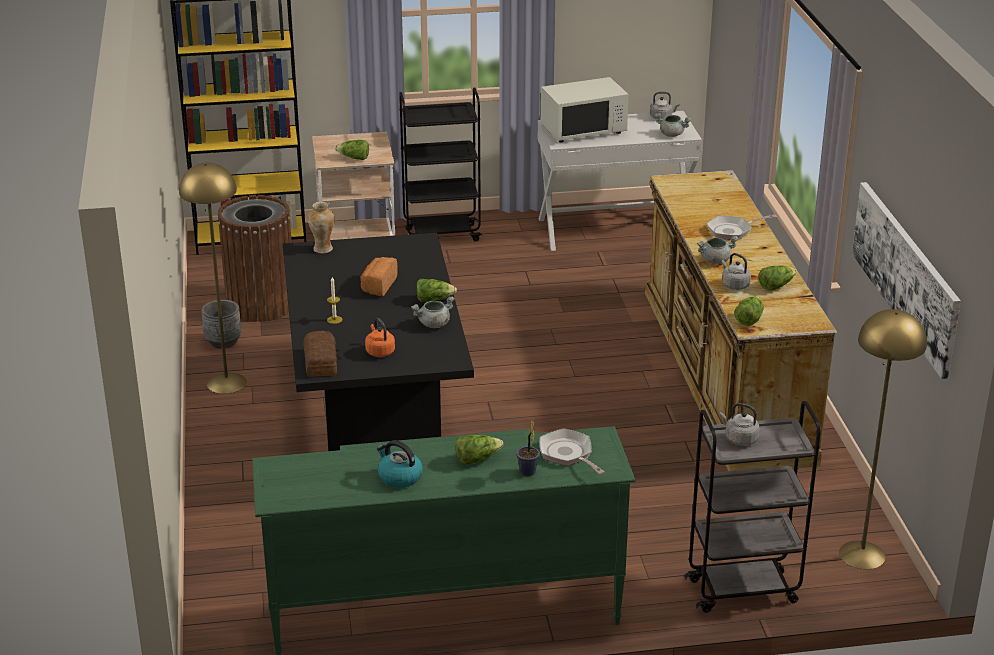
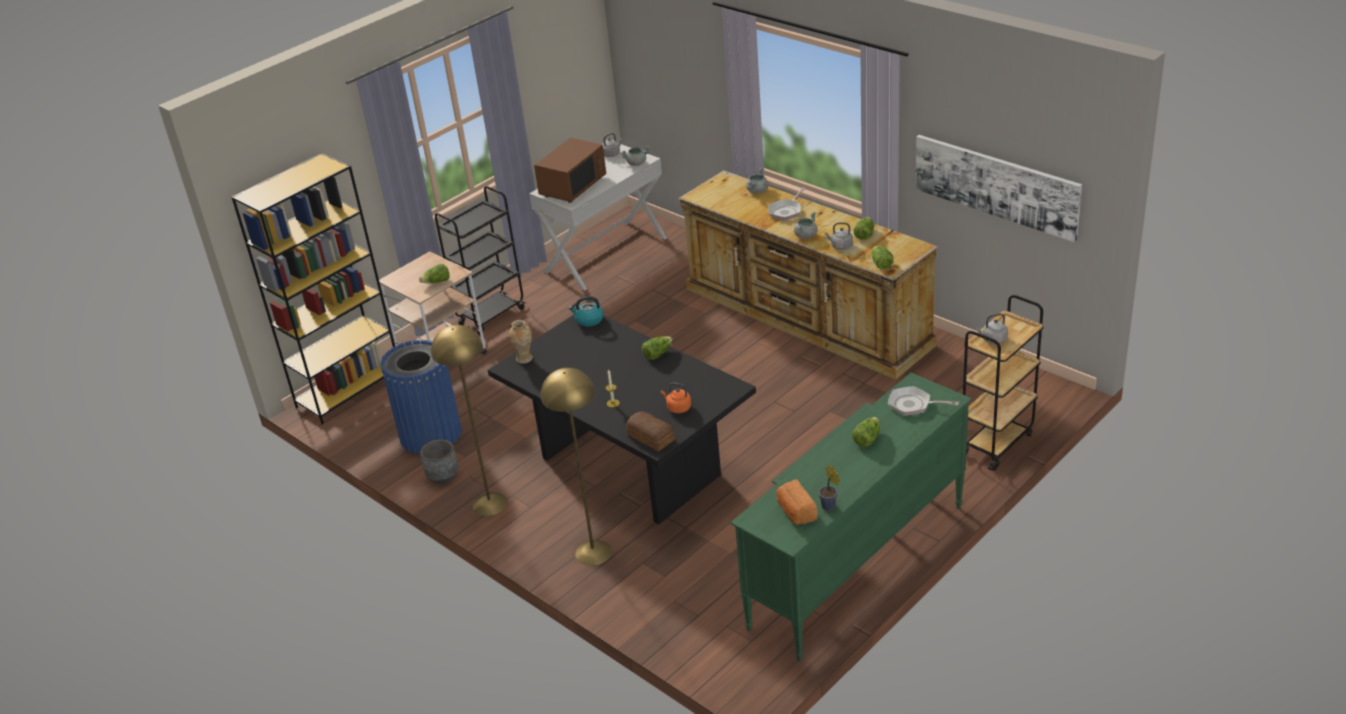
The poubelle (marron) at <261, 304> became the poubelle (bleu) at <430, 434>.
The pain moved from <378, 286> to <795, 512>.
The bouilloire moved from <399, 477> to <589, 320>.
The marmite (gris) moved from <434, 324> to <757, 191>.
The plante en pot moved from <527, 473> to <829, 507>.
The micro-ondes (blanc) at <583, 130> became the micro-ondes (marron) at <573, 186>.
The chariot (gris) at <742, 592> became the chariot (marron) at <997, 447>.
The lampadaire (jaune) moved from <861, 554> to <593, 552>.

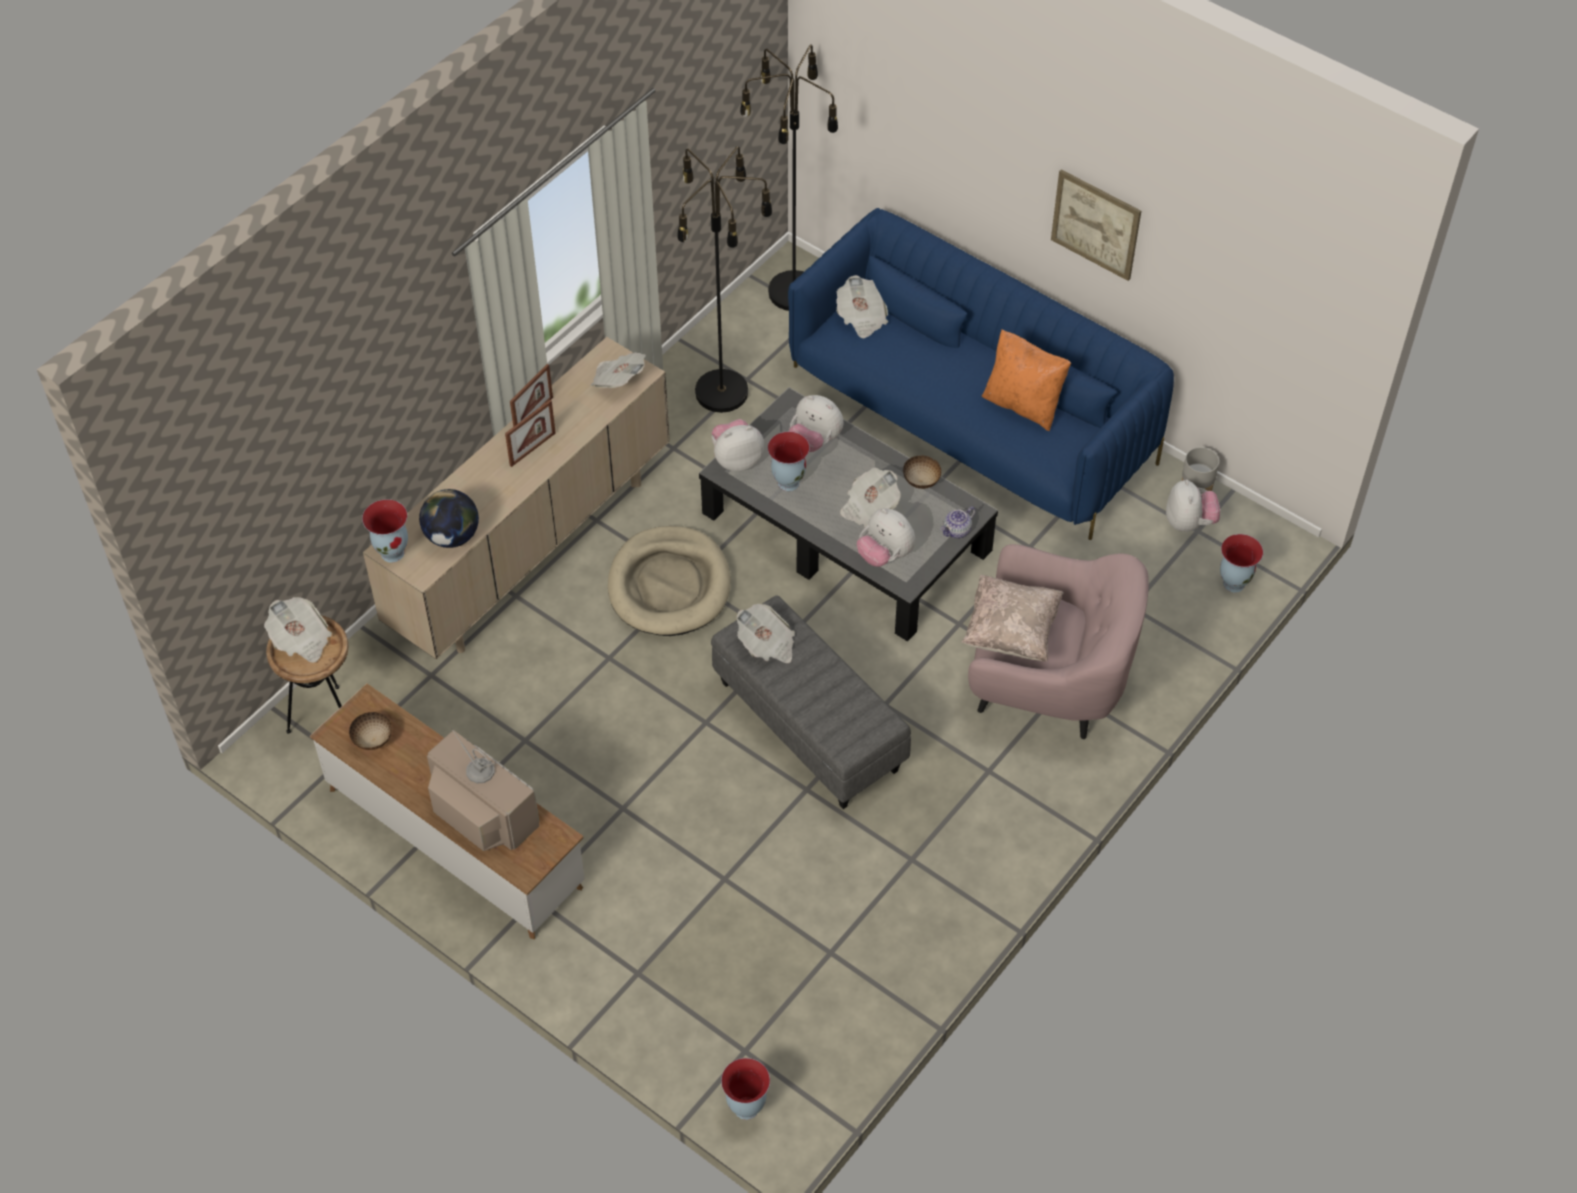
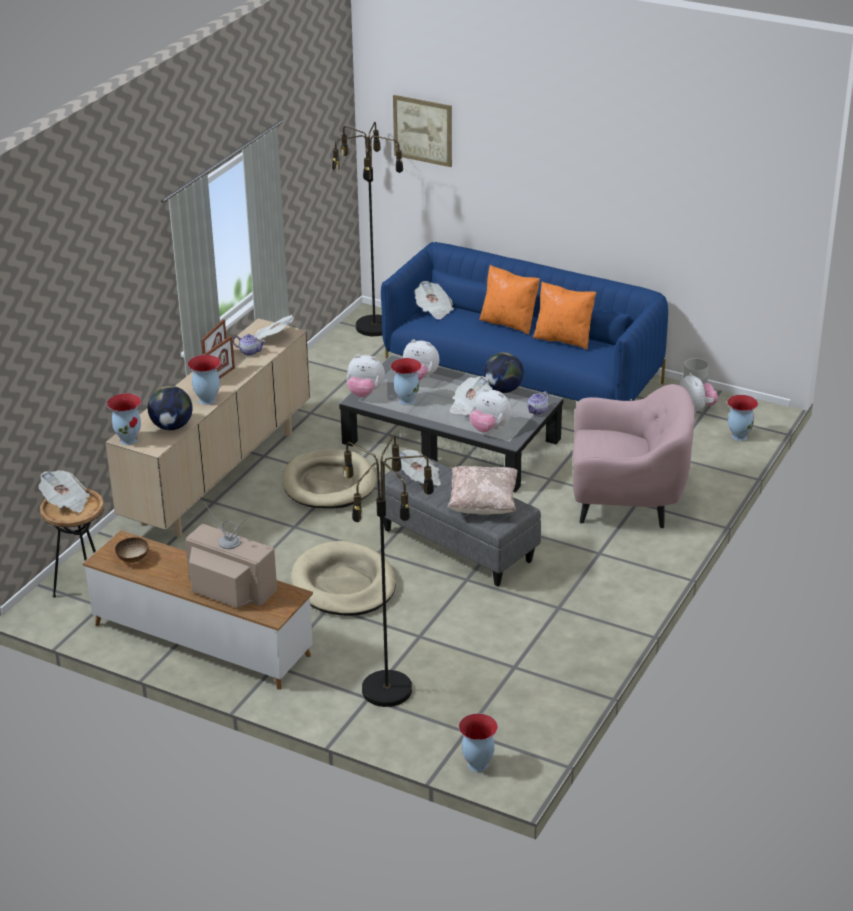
The lampadaire moved from <723, 393> to <388, 690>.
The peluche at <736, 459> turned 135 degrees counterclockwise.
The bol at <921, 482> was replaced by the globe at <503, 390>.
The coussin (beige) moved from <1011, 632> to <483, 505>.
The tableau moved from <1096, 224> to <423, 130>.
The vase at <206, 400> appeared.
The théière at <250, 352> appeared.
The panier pour chien (beige) at <344, 584> appeared.
The coussin (orange) at <509, 323> appeared.

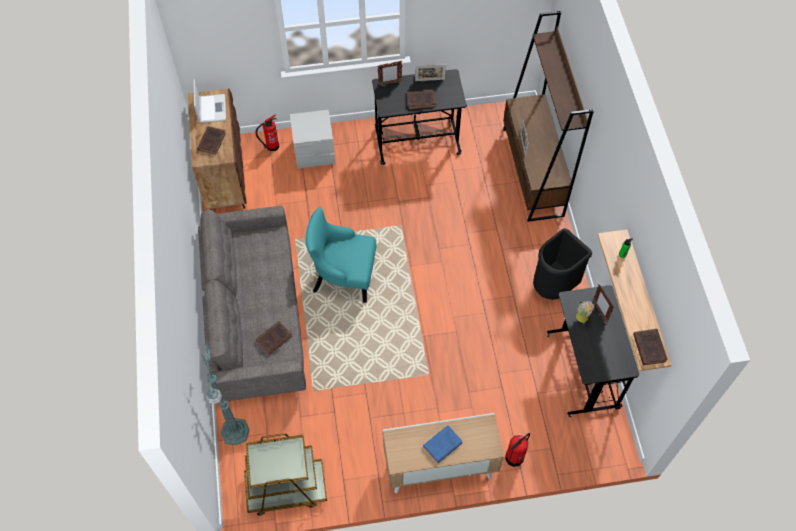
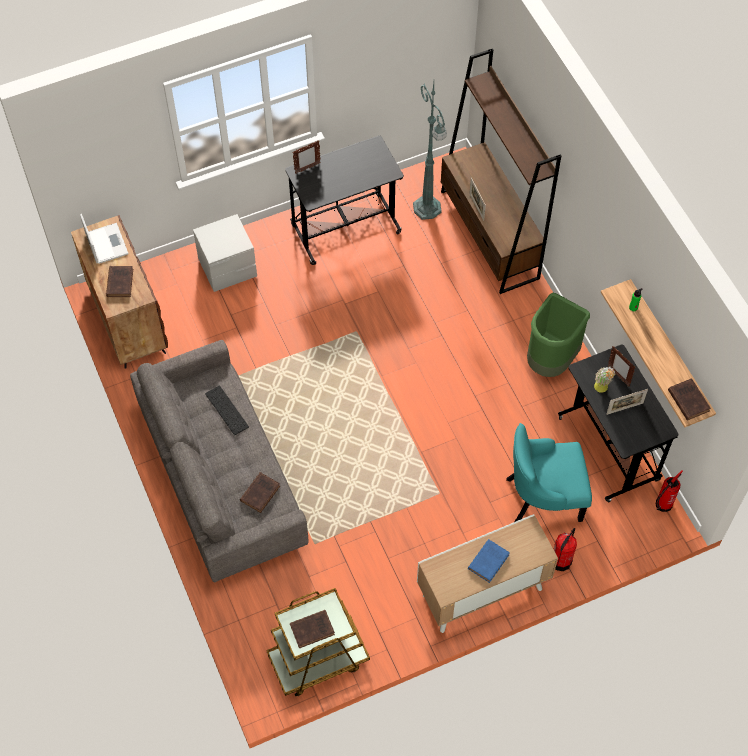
The lampadaire (vert) moved from <235, 433> to <427, 209>.
The extincteur moved from <271, 146> to <662, 505>.
The chaise (turquoise) moved from <344, 277> to <545, 497>.
The livre (marron) moved from <422, 101> to <313, 629>.
The cadre photo moved from <430, 80> to <624, 408>.
The poubelle (noir) at <554, 286> became the poubelle (vert) at <550, 361>.
The clavier at <225, 410> appeared.

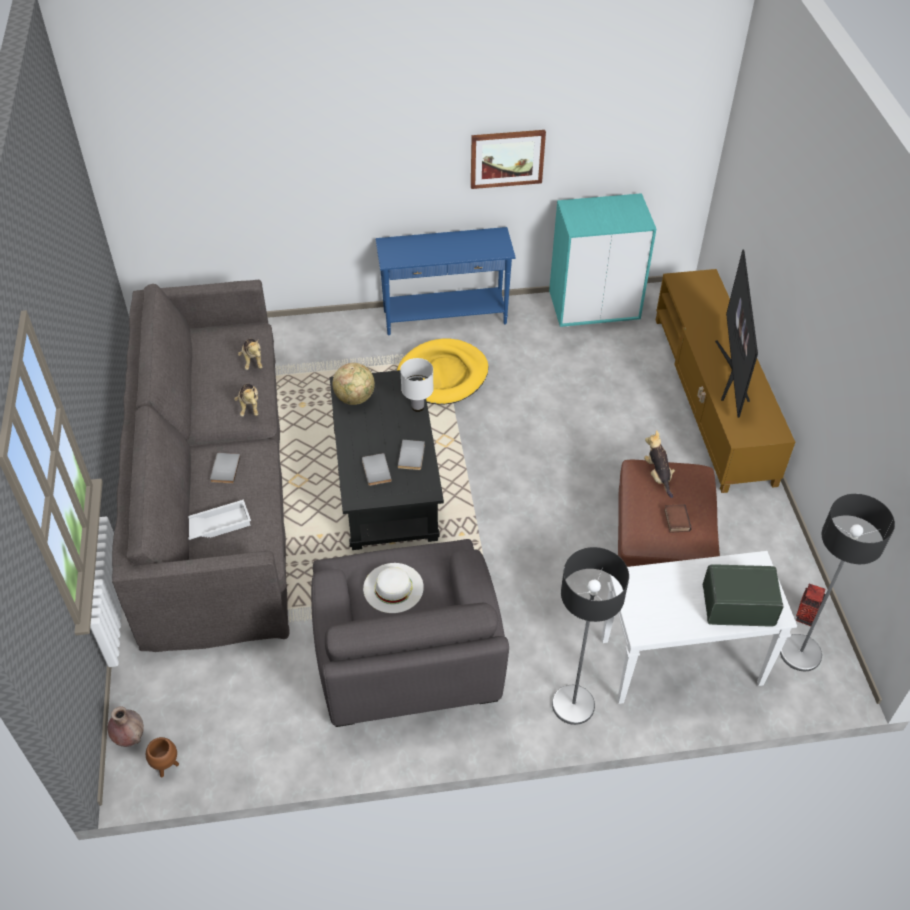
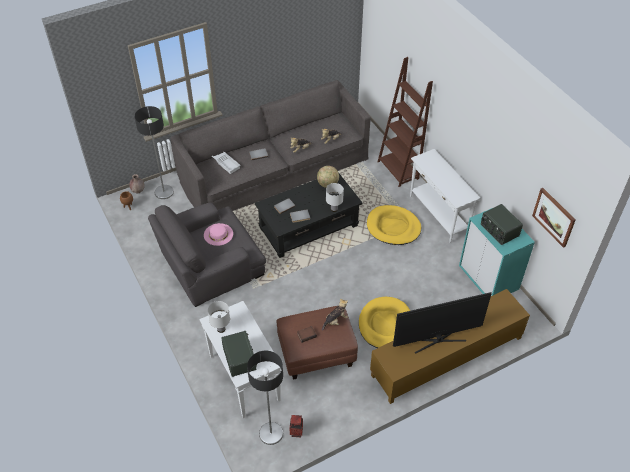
The chapeau (blanc) at <393, 587> became the chapeau (rose) at <218, 234>.
The table console (bleu) at <445, 317> became the table console (blanc) at <439, 215>.
The tableau moved from <507, 158> to <554, 217>.
The lampadaire moved from <572, 704> to <164, 192>.
The lampe de table (blanc) at <221, 329> appeared.
The panier pour chien (jaune) at <385, 325> appeared.
The bibliothèque (marron) at <398, 170> appeared.
The radio at <499, 231> appeared.

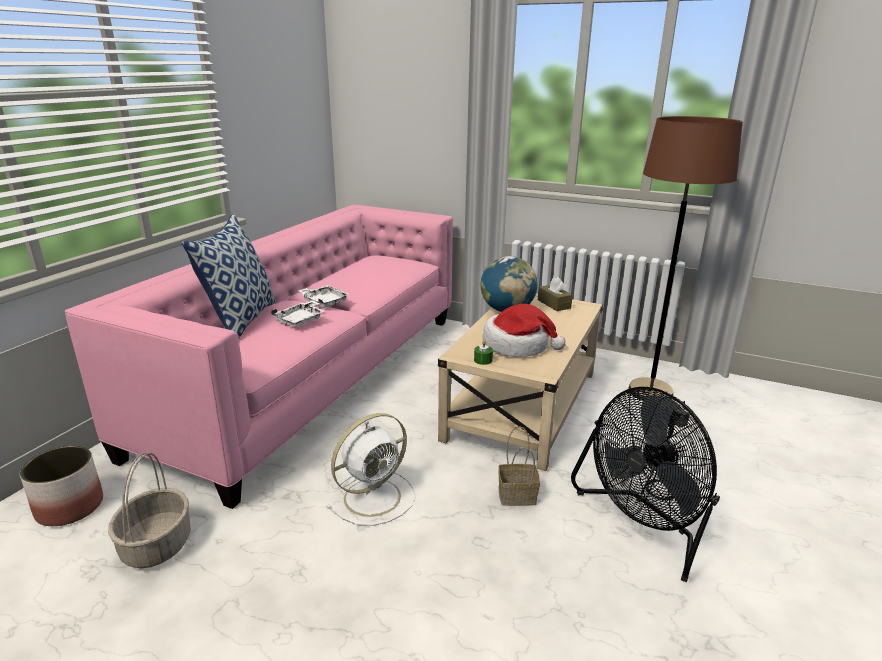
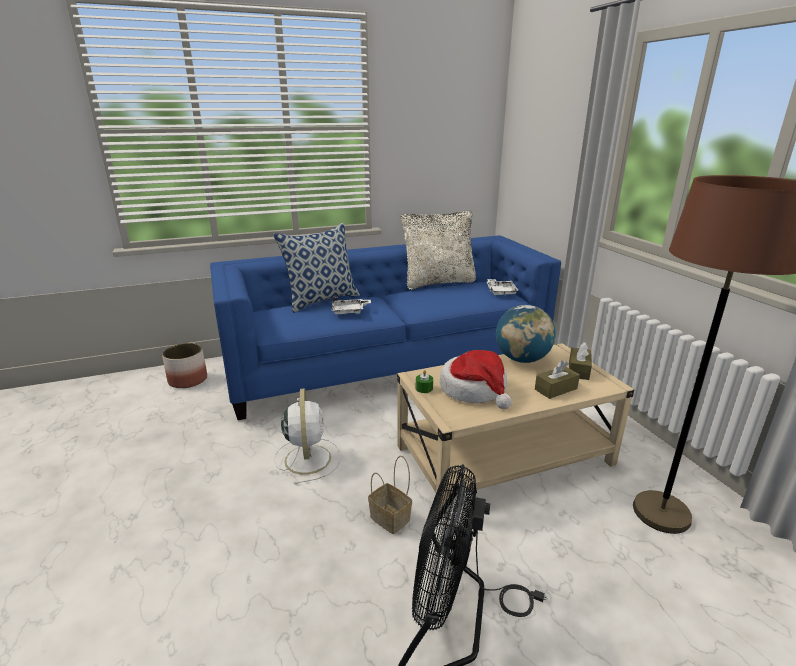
The canapé (rose) at <315, 378> became the canapé (bleu) at <387, 364>.
The panier at <156, 545> disappeared.
The plateau (blanc) moved from <324, 302> to <500, 291>.
The ventilateur (blanc) at <374, 496> turned 105 degrees counterclockwise.
The coussin (beige) at <439, 283> appeared.
The boîte à mouchoirs (marron) at <555, 389> appeared.

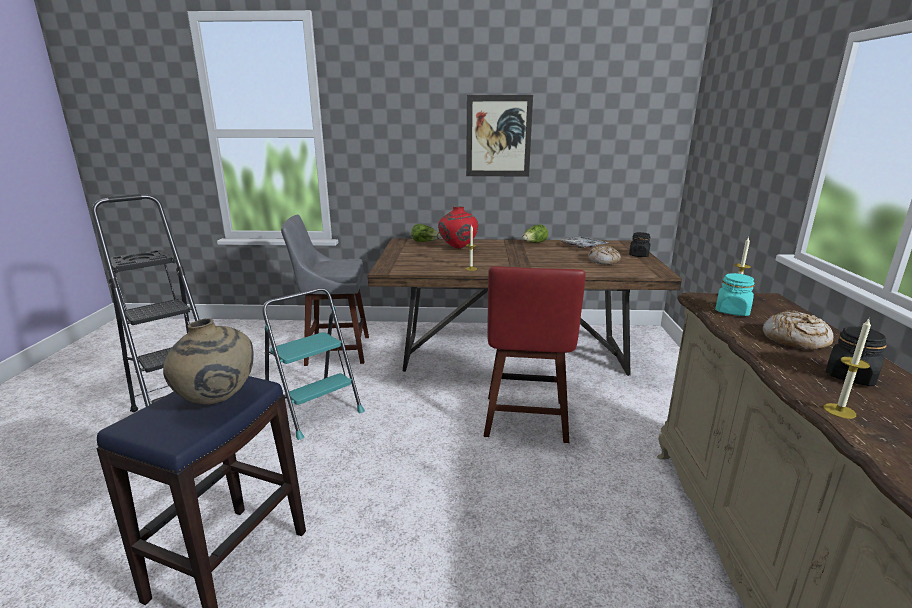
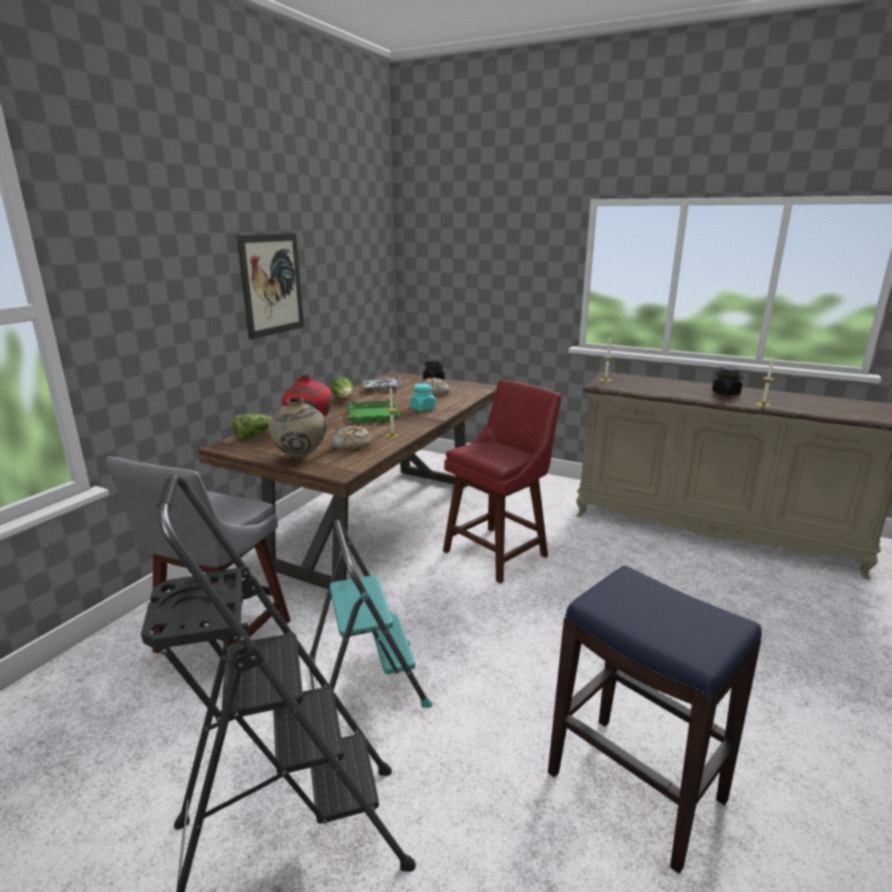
The vase (beige) moved from <217, 402> to <301, 456>.
The chaise (rouge) at <525, 421> turned 75 degrees counterclockwise.
The bocal (turquoise) moved from <732, 311> to <423, 408>.
The pain moved from <795, 340> to <351, 445>.
The plateau (vert) at <373, 415> appeared.

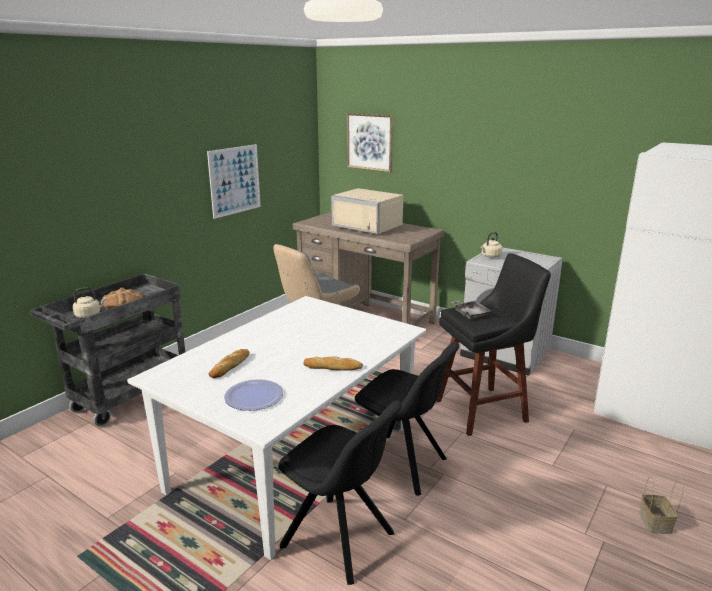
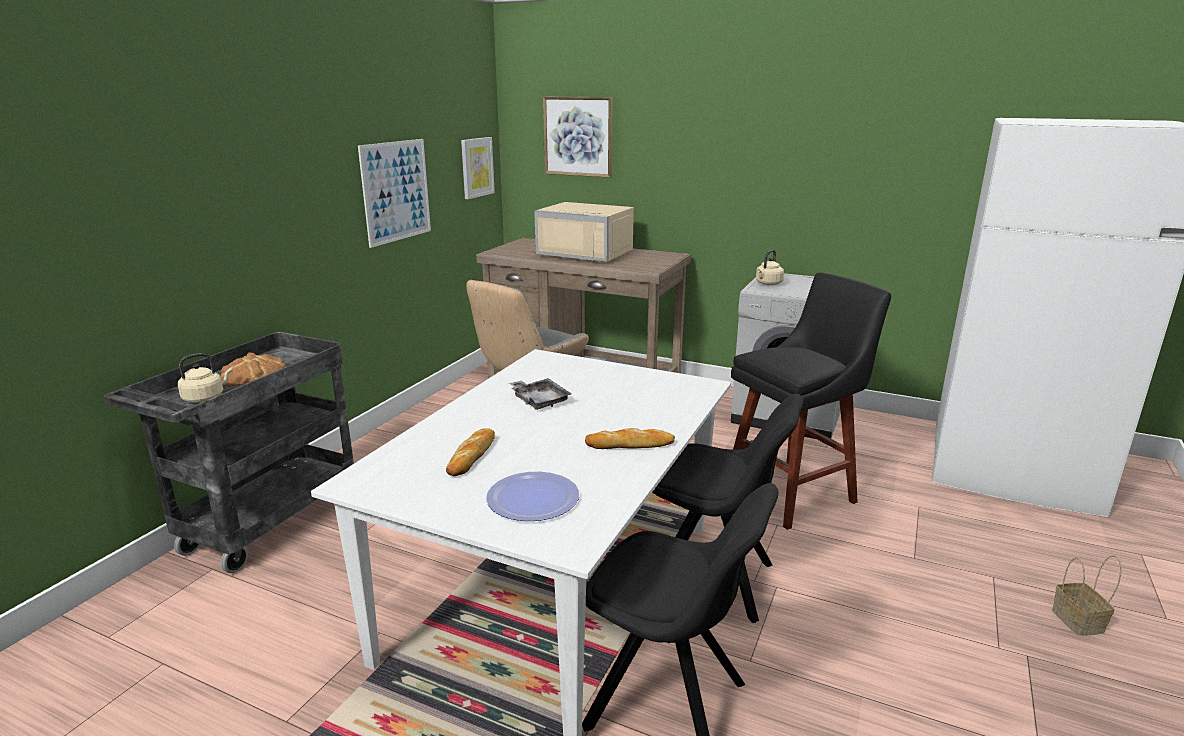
The plateau (gris) moved from <470, 314> to <539, 400>.
The tableau at <476, 167> appeared.

